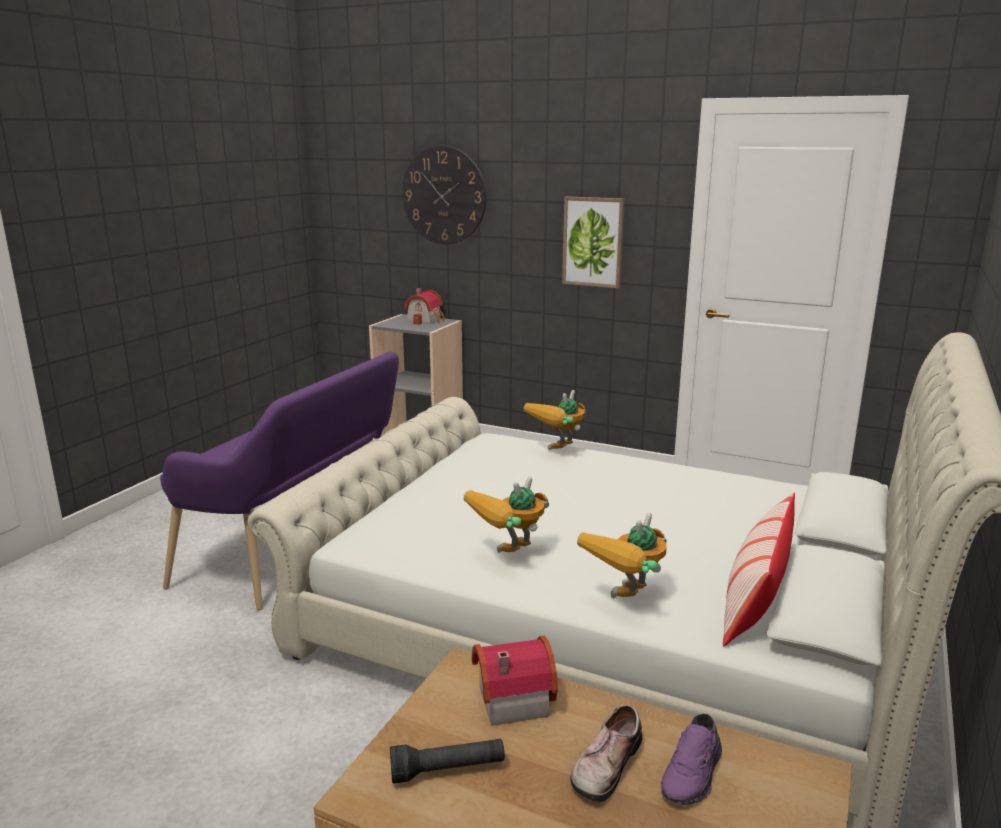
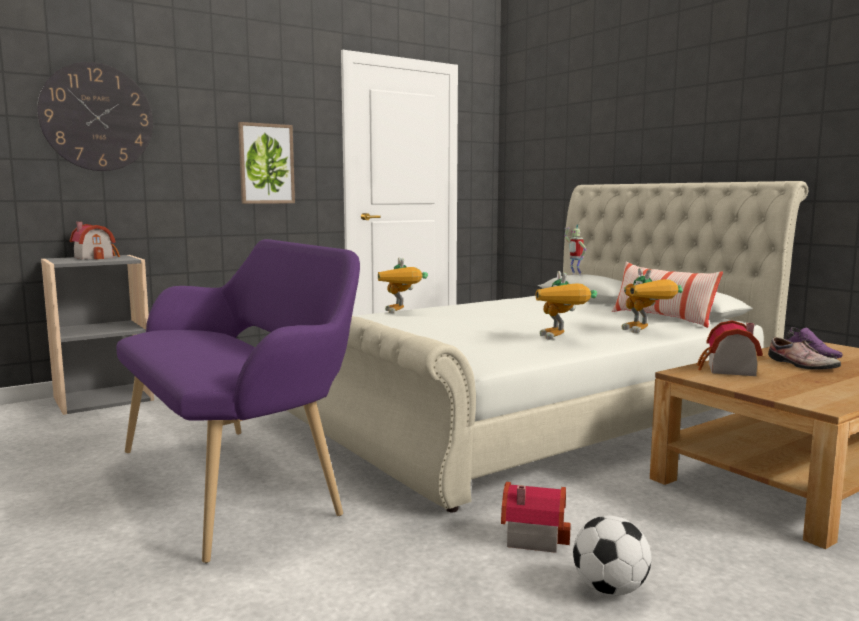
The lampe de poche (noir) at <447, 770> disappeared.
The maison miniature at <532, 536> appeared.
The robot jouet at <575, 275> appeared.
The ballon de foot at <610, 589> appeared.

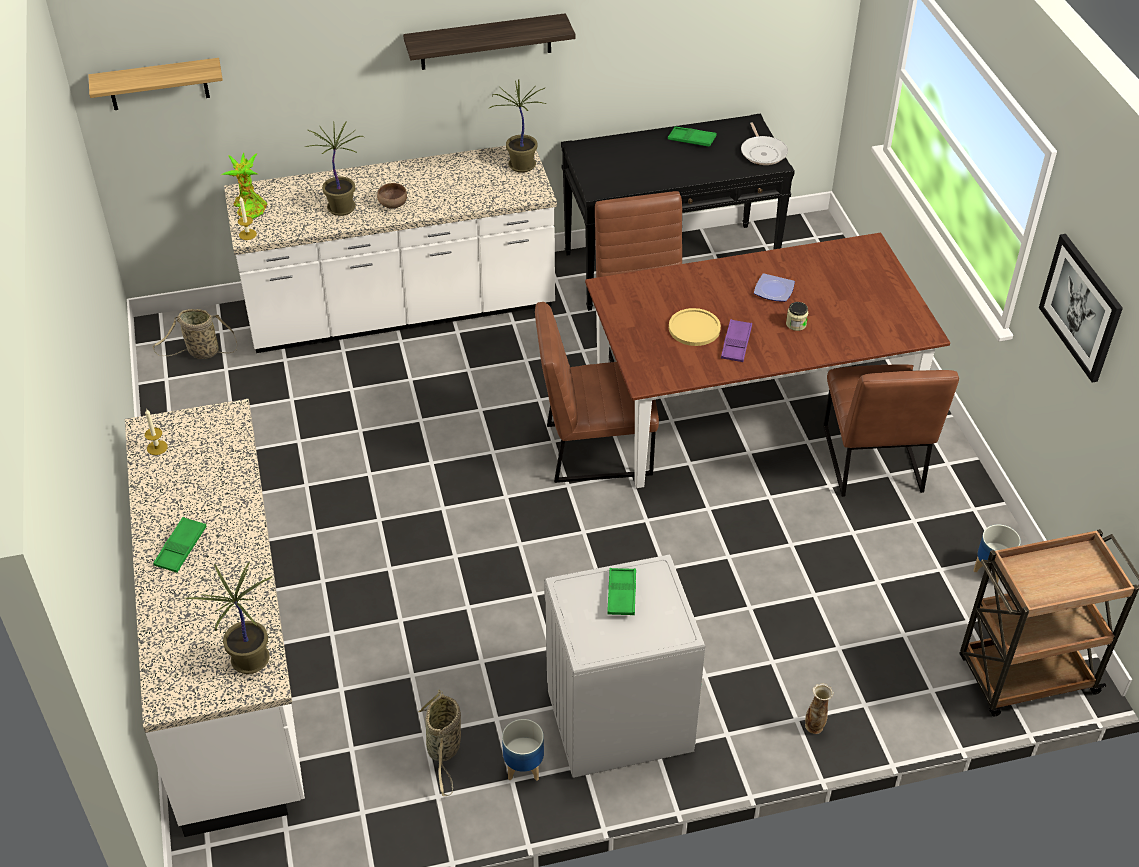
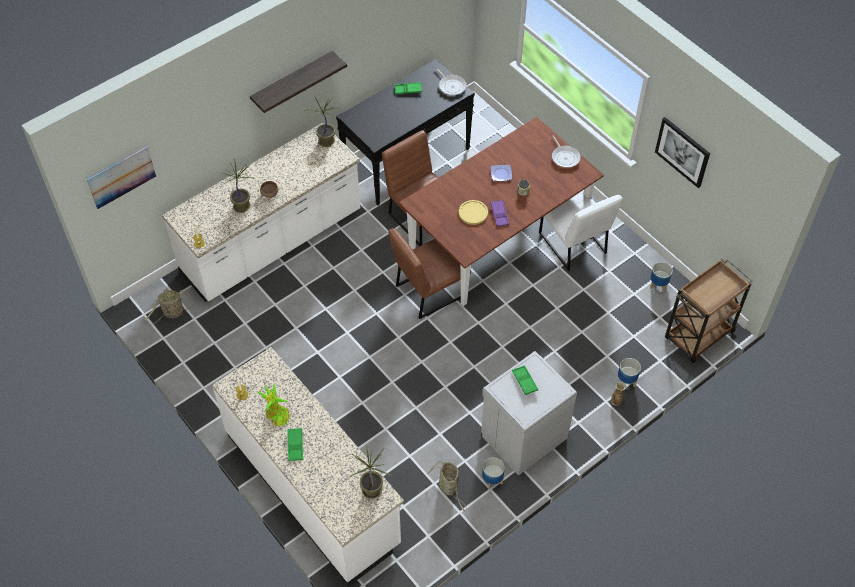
The étagère at <158, 84> was replaced by the tableau at <121, 177>.
The plante en pot moved from <249, 207> to <276, 415>.
The chaise (marron) at <872, 461> became the chaise (blanc) at <573, 244>.
The poêle at <565, 157> appeared.
The cache-pot at <626, 381> appeared.

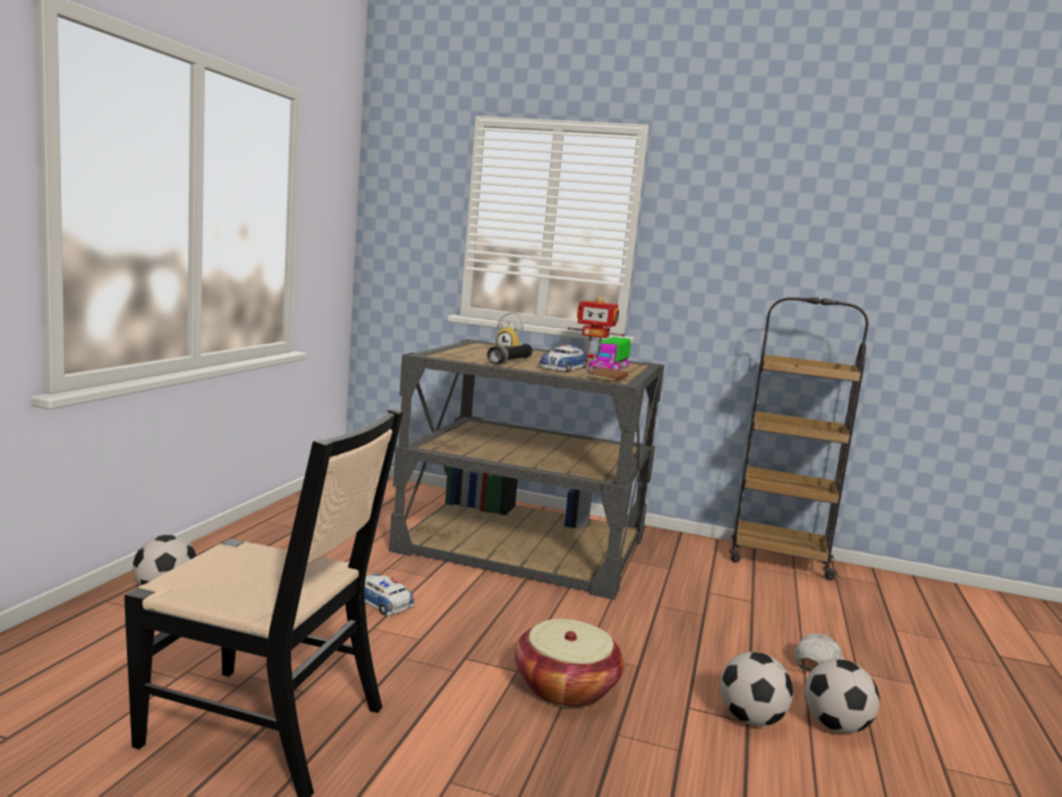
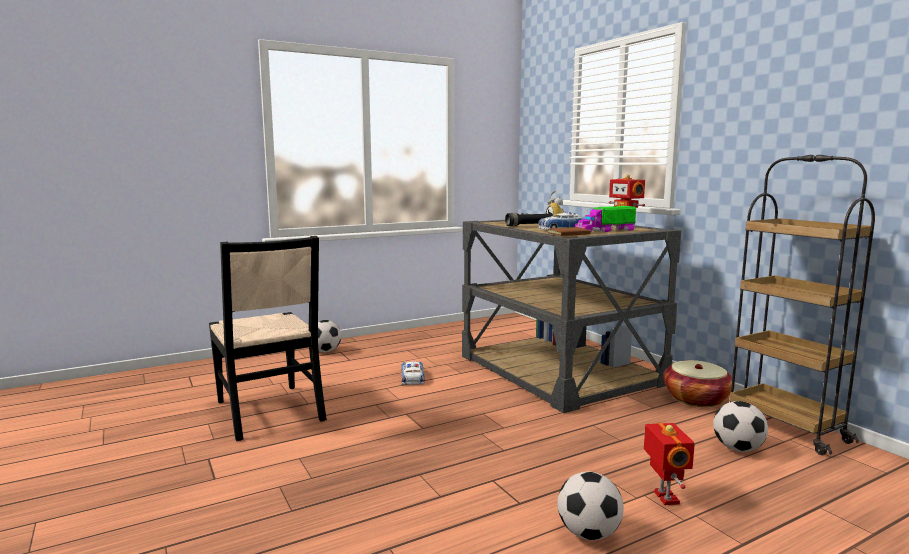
The panier moved from <565, 688> to <696, 399>.
The ballon de foot moved from <751, 719> to <738, 449>.
The casquette (blanc) at <818, 663> was replaced by the robot jouet at <664, 498>.

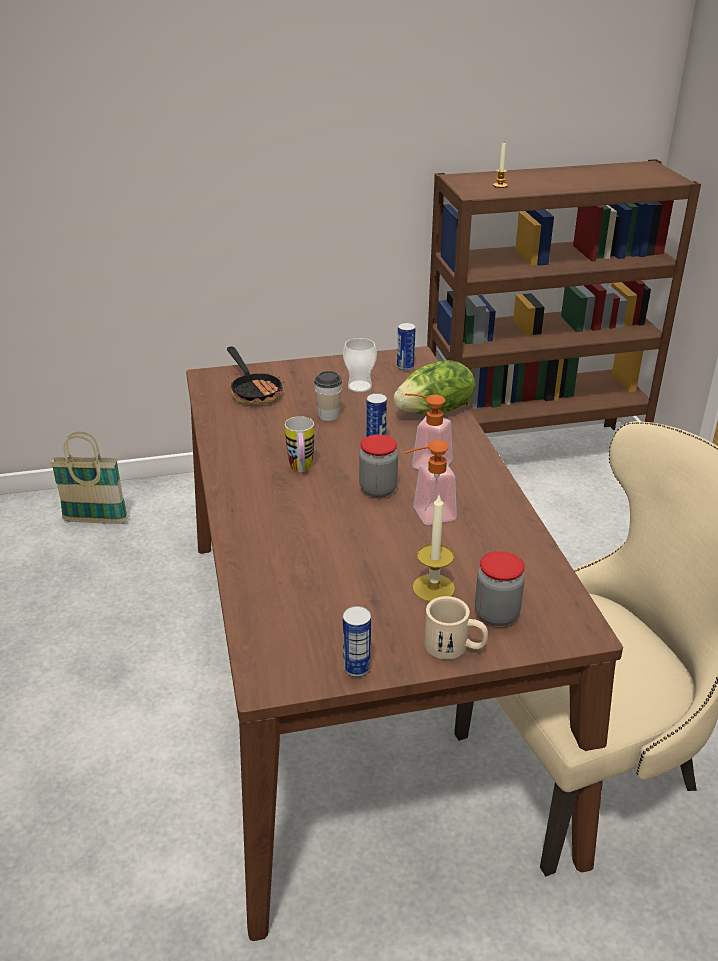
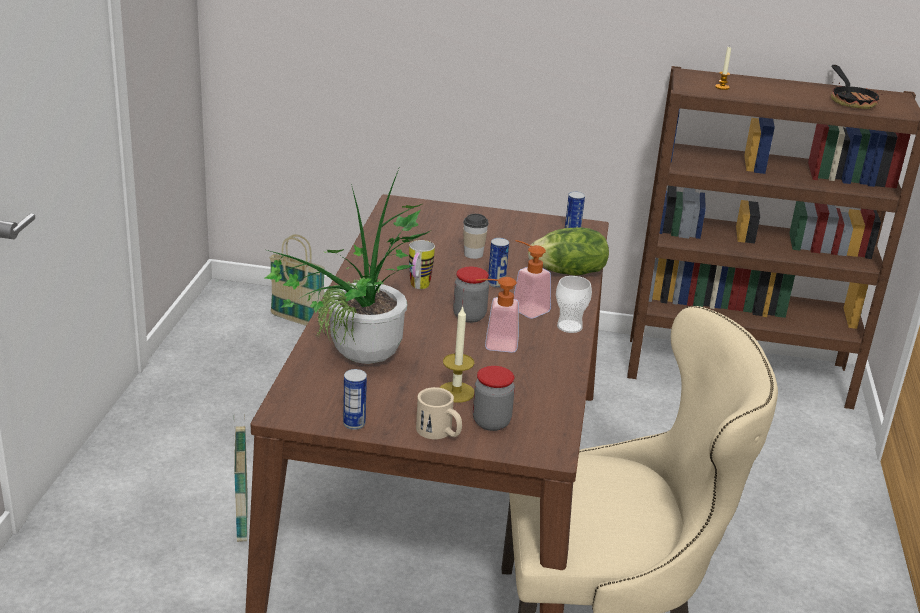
The poêle moved from <254, 391> to <850, 100>.
The tasse moved from <359, 386> to <569, 326>.
The panier at <242, 518> appeared.
The plante en pot at <359, 363> appeared.

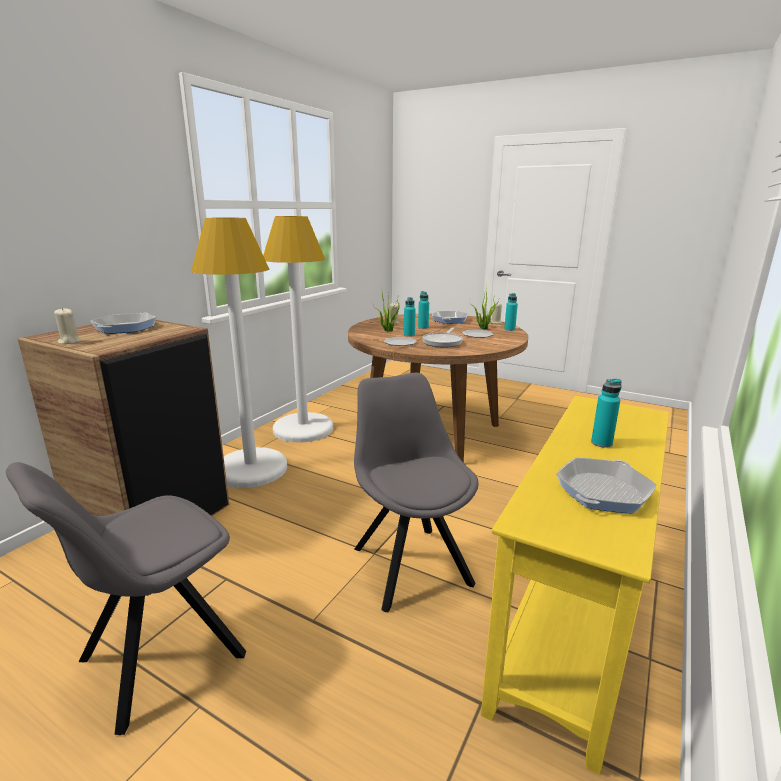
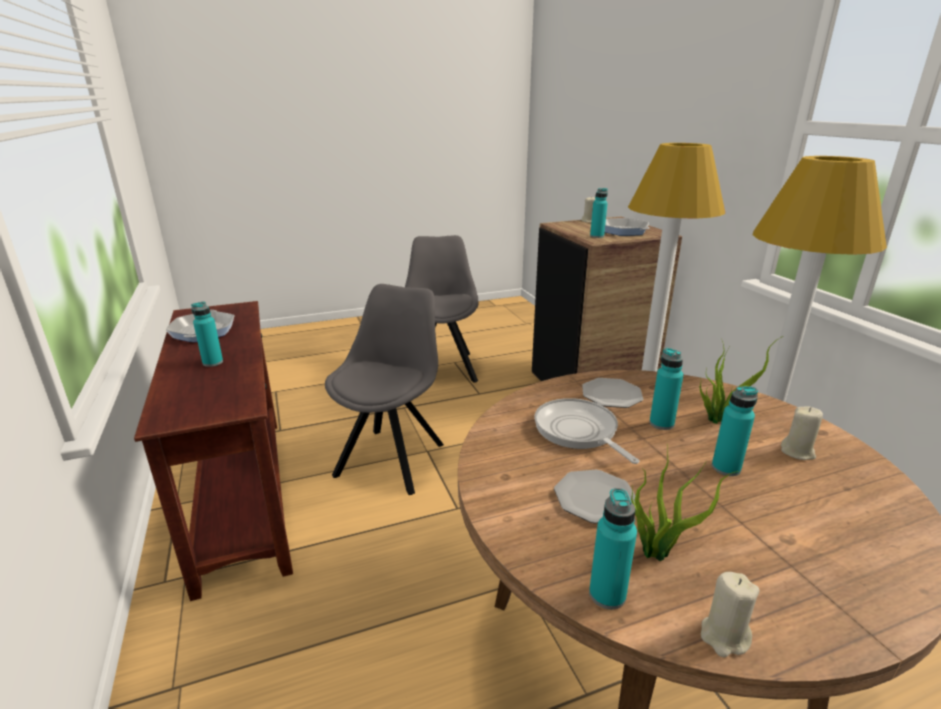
The chaise (gris) at <410, 565> turned 90 degrees counterclockwise.
The poêle at <449, 320> disappeared.
The table console (jaune) at <573, 622> became the table console (marron) at <241, 495>.
The bouteille (turquoise) at <597, 236> appeared.

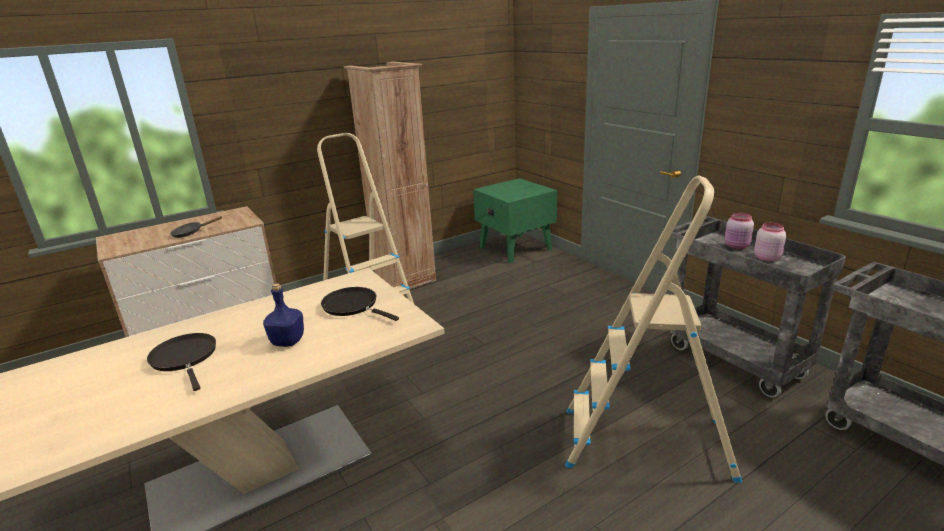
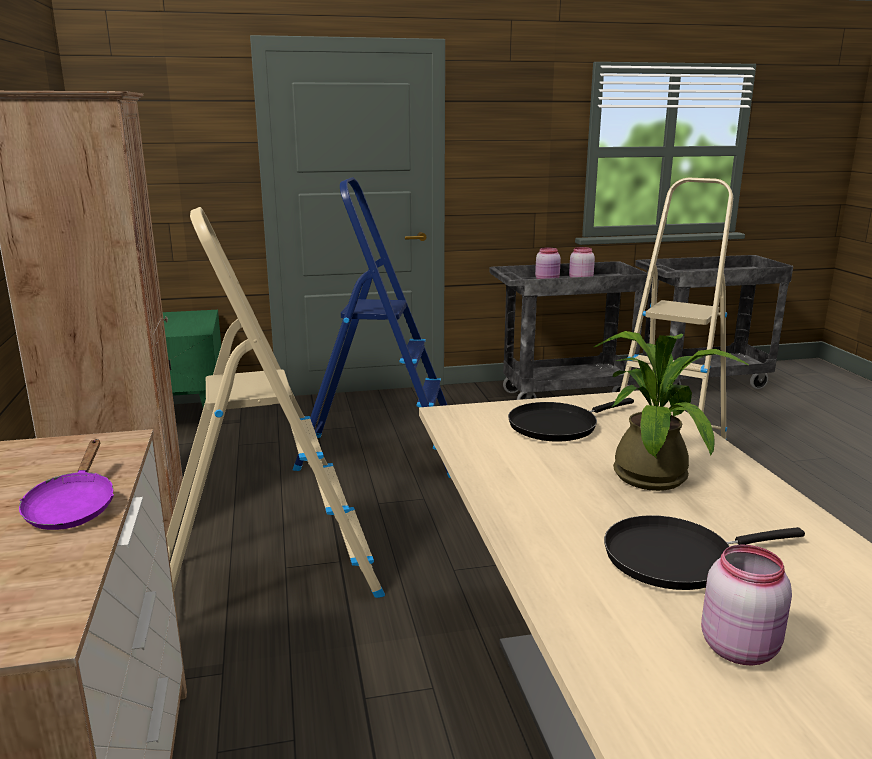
The poêle (noir) at <191, 233> became the poêle (violet) at <73, 507>.
The bouteille (bleu) at <287, 342> was replaced by the plante en pot at <651, 472>.
The escabeau (bleu) at <382, 456> appeared.
The bocal (rose) at <740, 647> appeared.

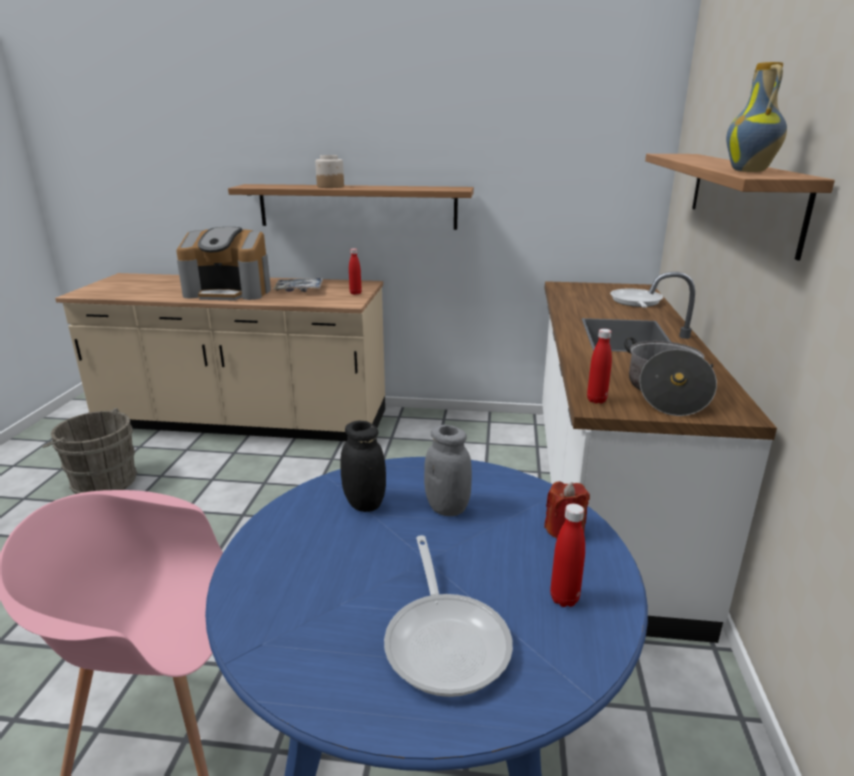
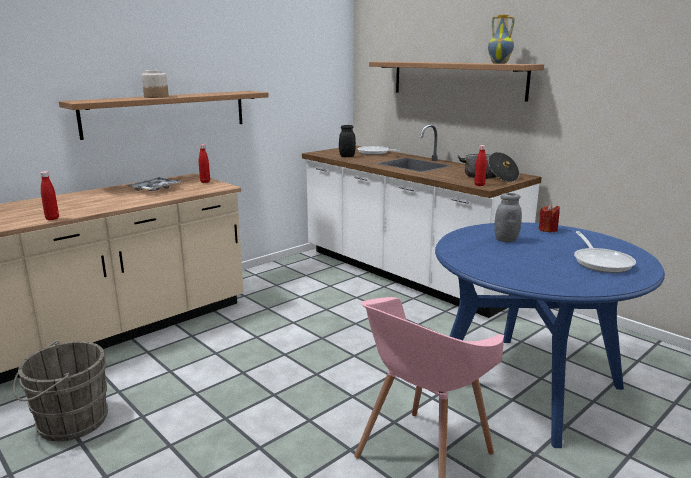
The machine à café at <229, 292> disappeared.
The bocal (noir) moved from <364, 503> to <347, 156>.
The poêle at <446, 640> turned 60 degrees clockwise.
The bouteille (rouge) moved from <564, 599> to <52, 219>.

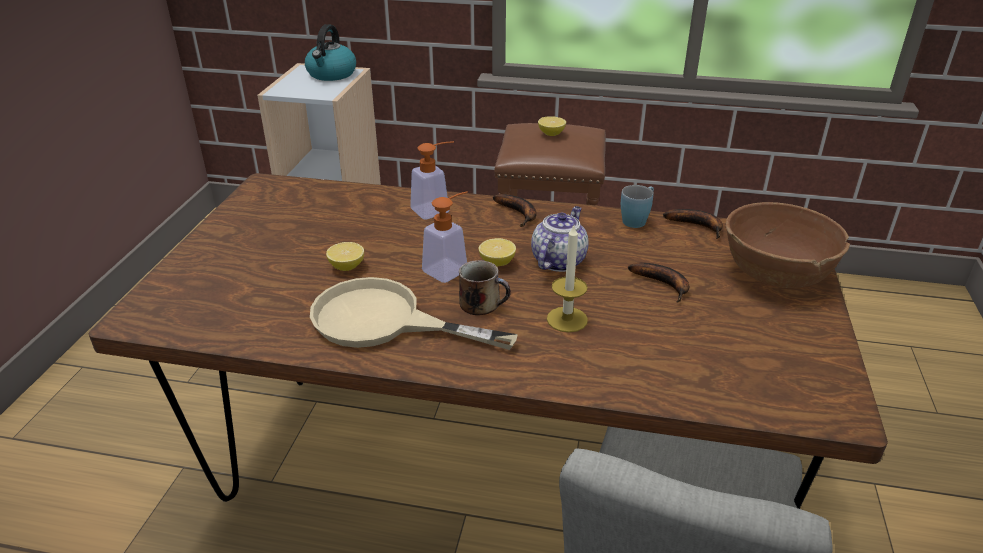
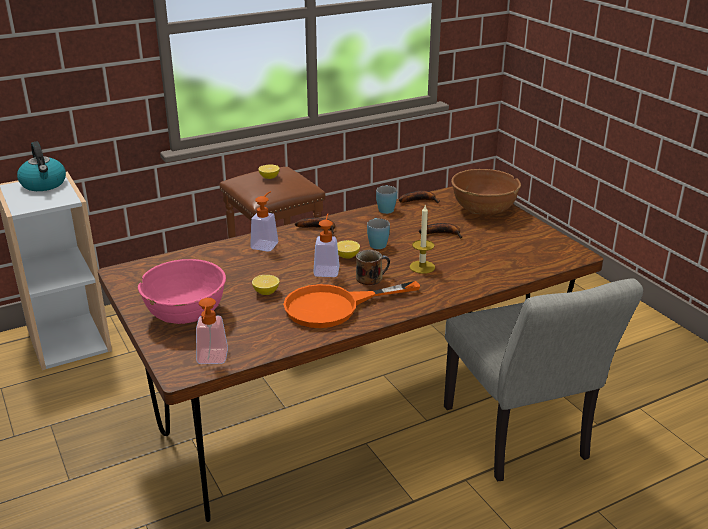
The poêle (beige) at <385, 321> became the poêle (orange) at <334, 307>.
The théière at <558, 260> was replaced by the mug (bleu) at <377, 243>.
The bol (rose) at <186, 313> appeared.
The distributeur de savon at <211, 360> appeared.

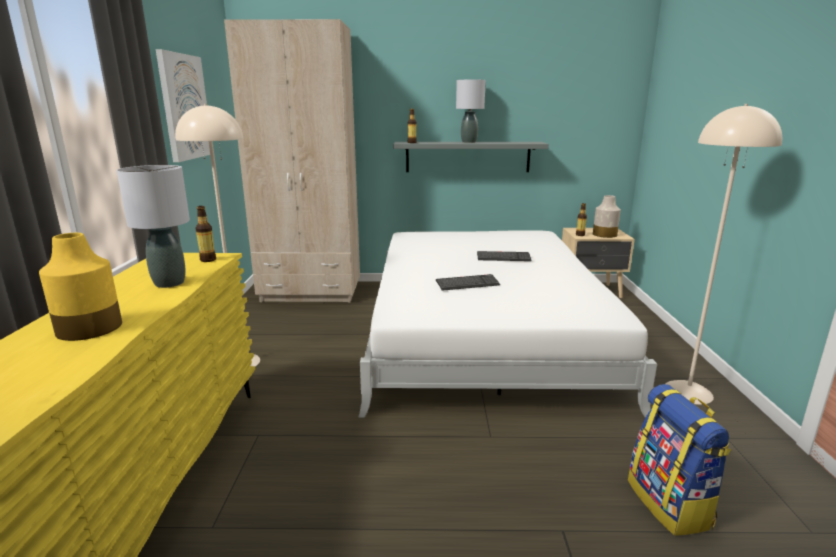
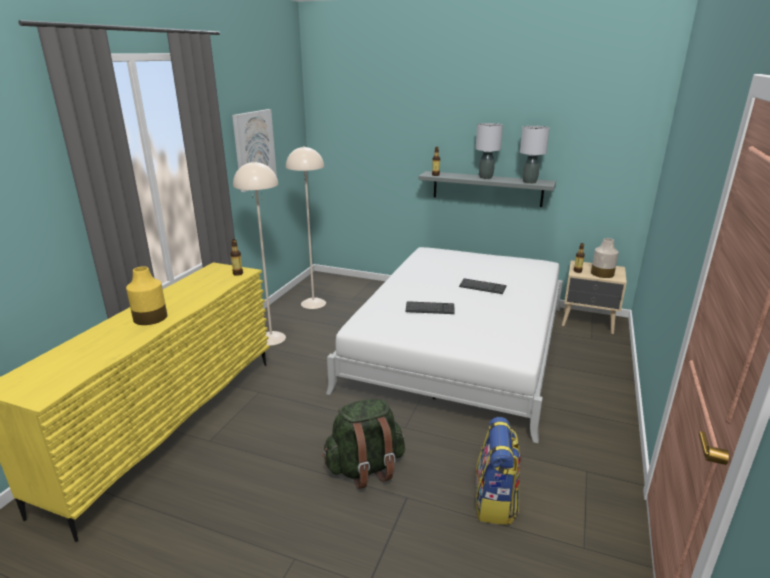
The lampe de table (gris) moved from <169, 283> to <529, 182>.
The armoire (beige) at <312, 292> disappeared.
The lampadaire (beige) moved from <687, 391> to <313, 303>.
The sac à dos (vert) at <365, 468> appeared.

